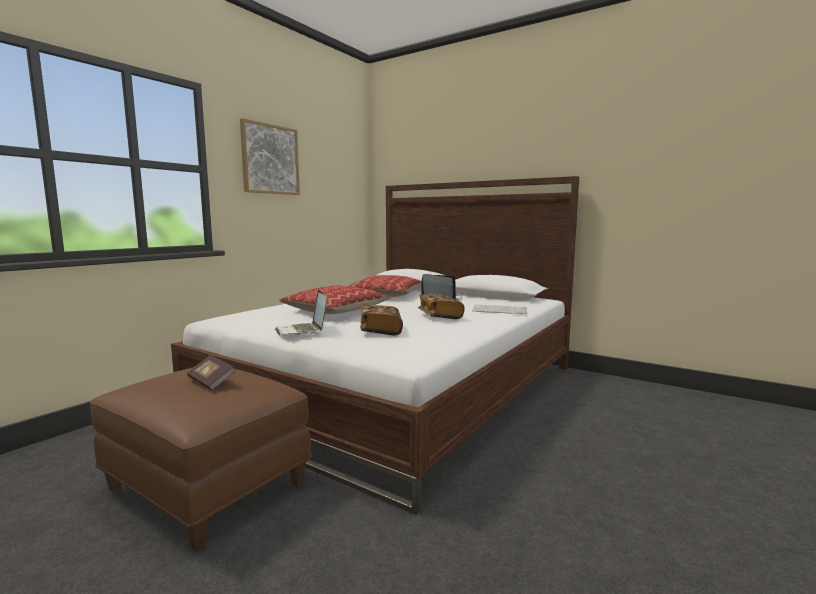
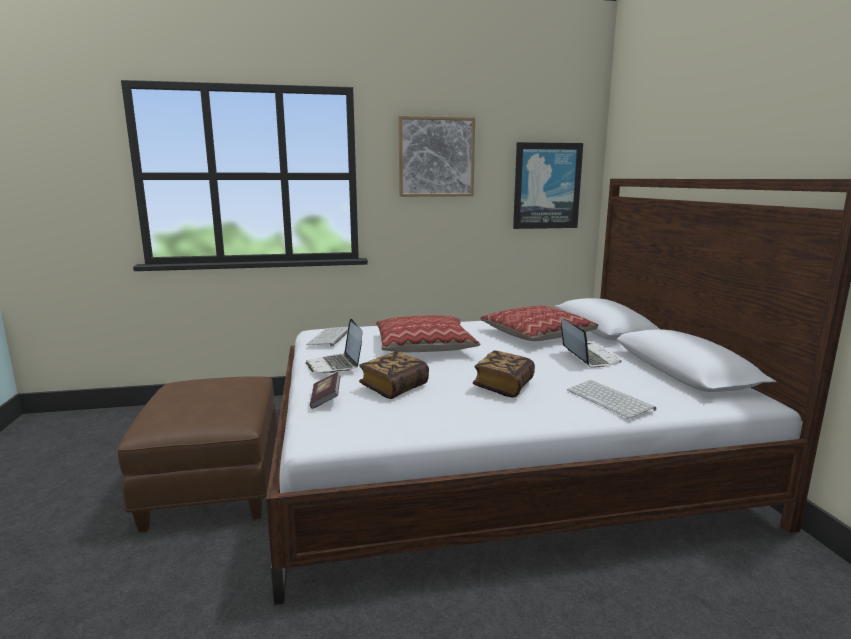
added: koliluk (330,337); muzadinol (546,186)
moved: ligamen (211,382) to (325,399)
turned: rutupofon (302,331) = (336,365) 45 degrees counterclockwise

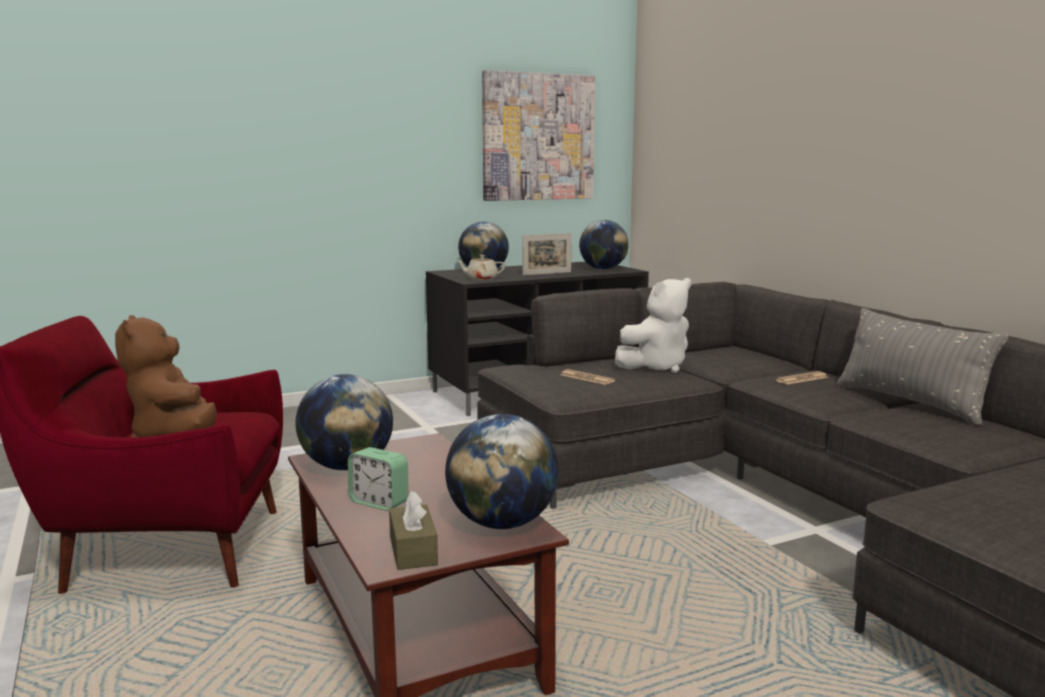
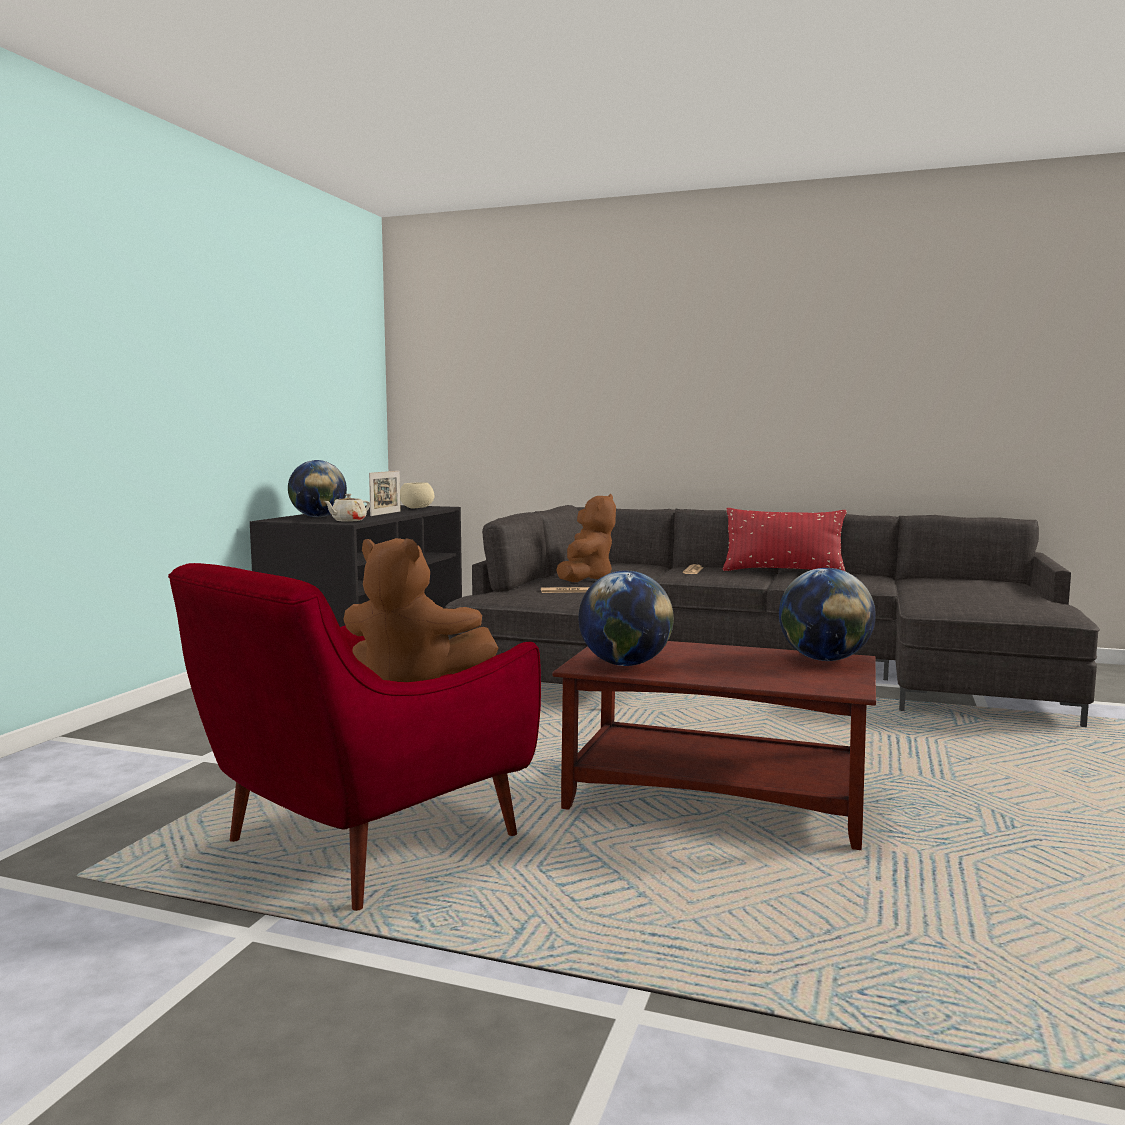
removed: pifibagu (379,502); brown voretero (413,550); muzadinol (538,137)
replaced: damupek (603,269) to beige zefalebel (416,508)
recoloured: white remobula (656,367) to brown remobula (585,579); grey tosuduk (910,403) to red tosuduk (783,571)

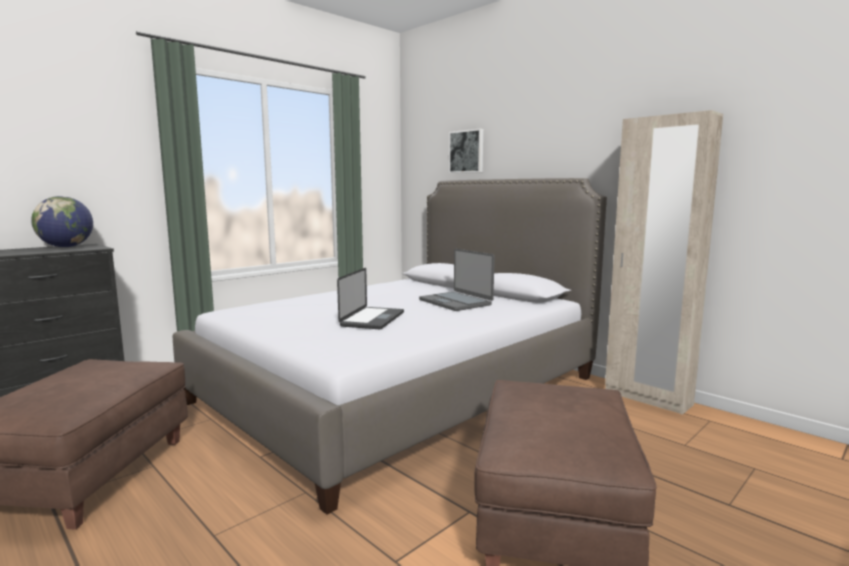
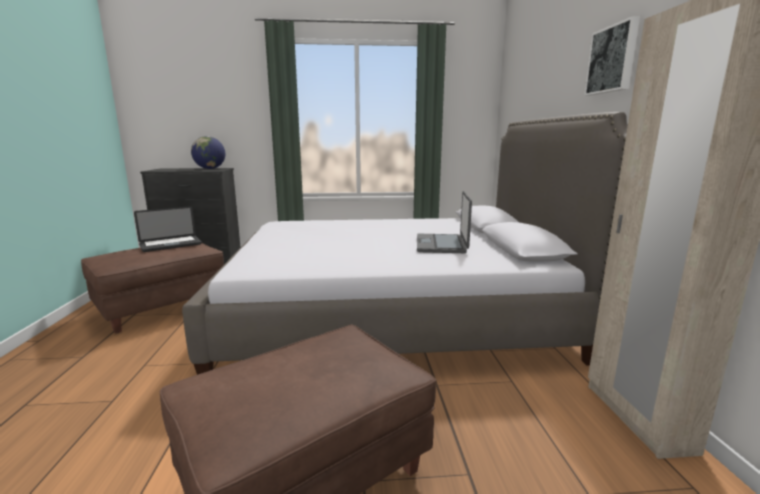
moved: rutupofon (373,319) to (171,244); muzadinol (467,151) to (613,59)

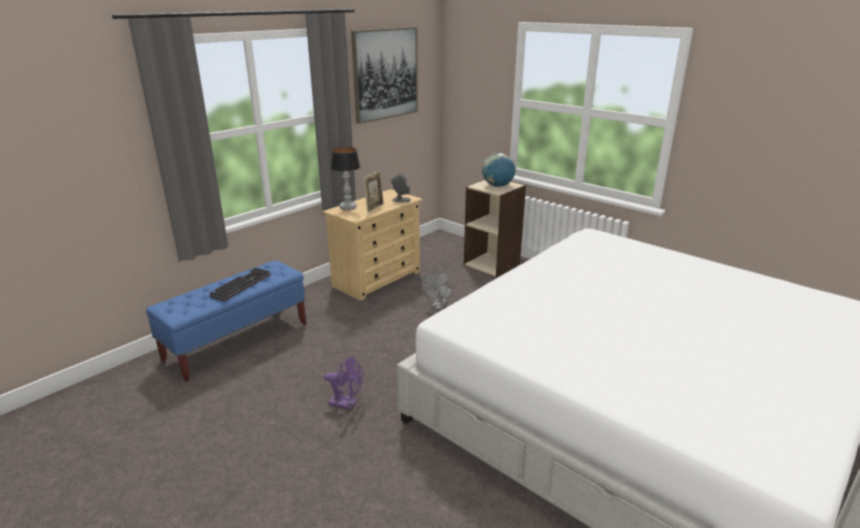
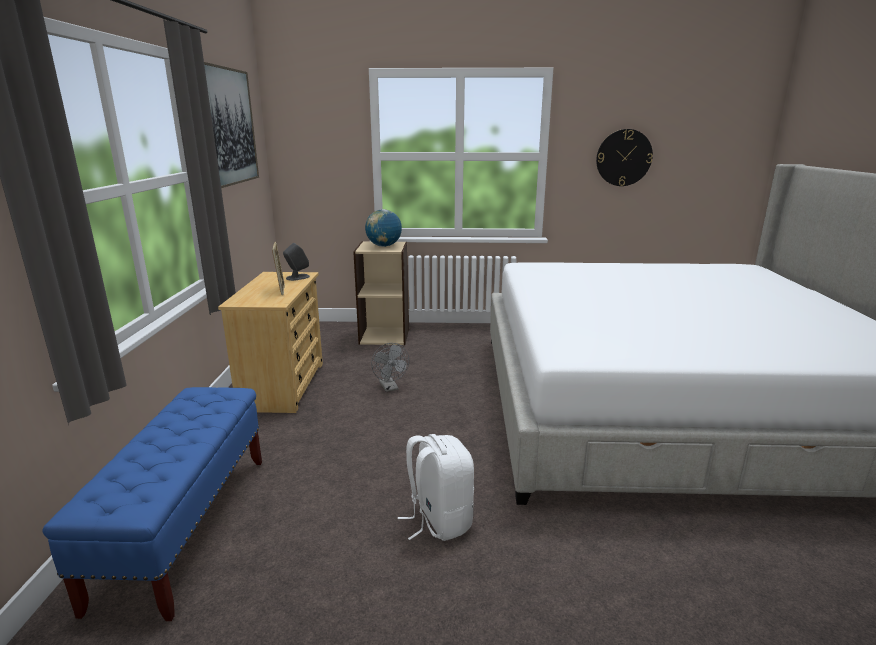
removed: koliluk (241,285); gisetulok (348,207)
added: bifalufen (623,157)
replaced: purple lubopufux (347,404) to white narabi (438,520)

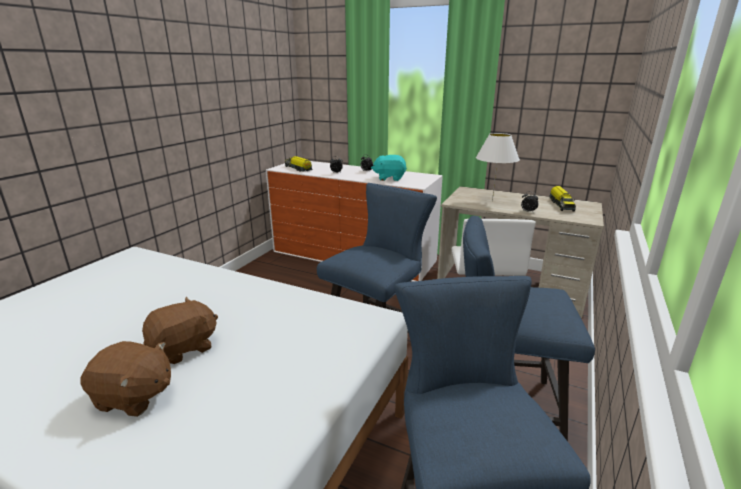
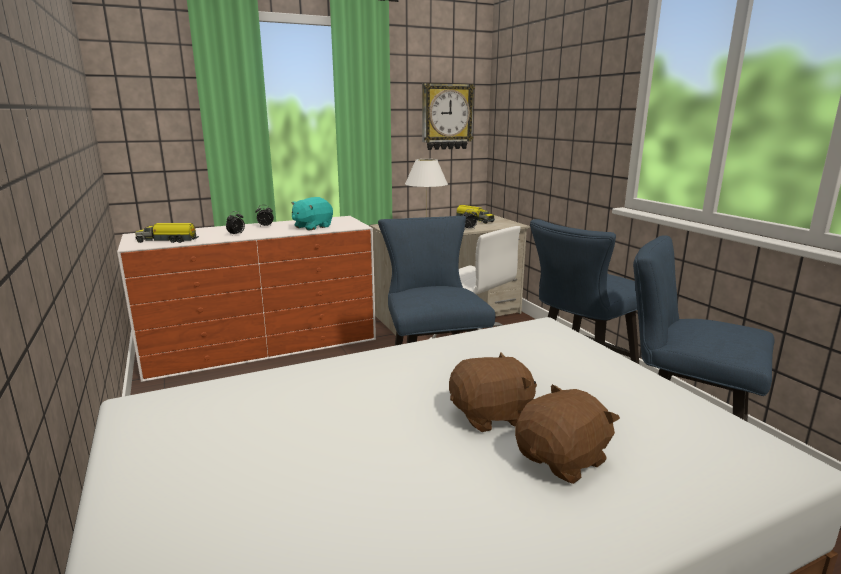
added: bifalufen (446,117)
turned: brown remobula (184,348) = (491,416) 75 degrees clockwise

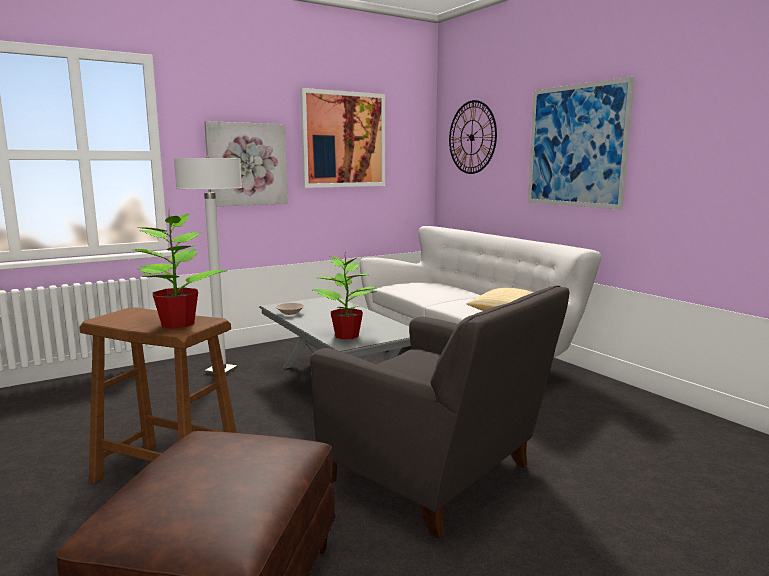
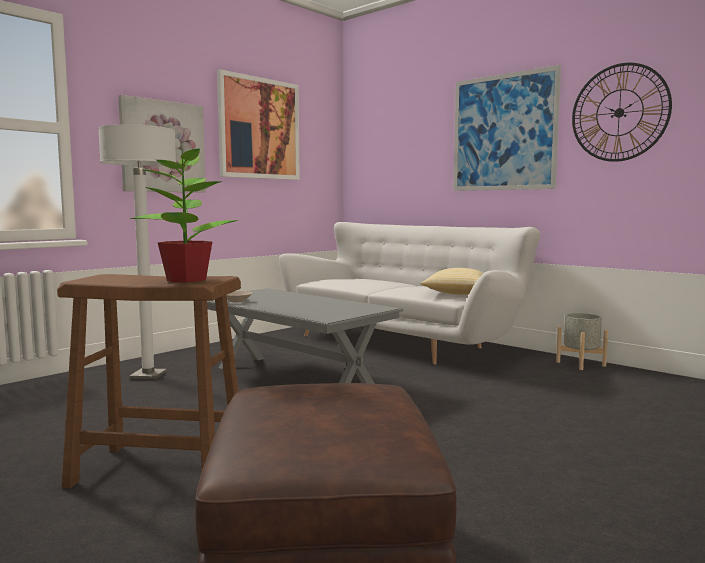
removed: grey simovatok (439,476); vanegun (347,336)
added: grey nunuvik (580,364)
moved: bifalufen (472,137) to (619,112)

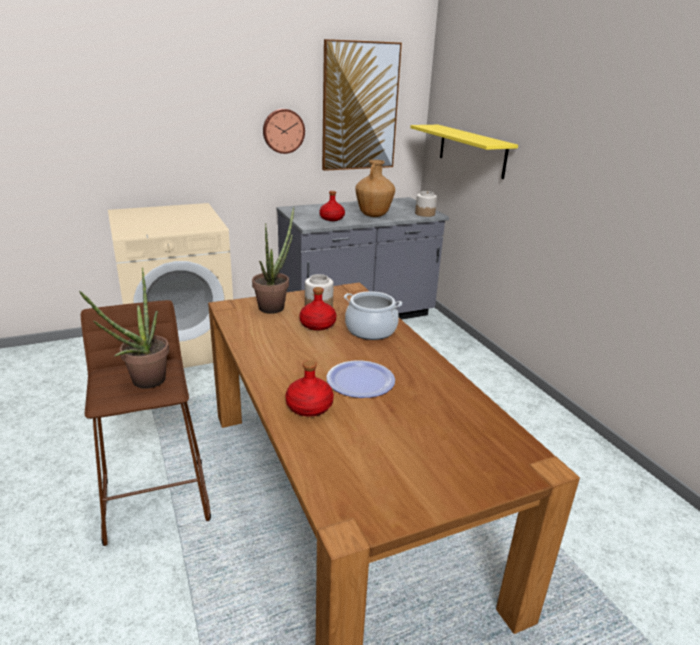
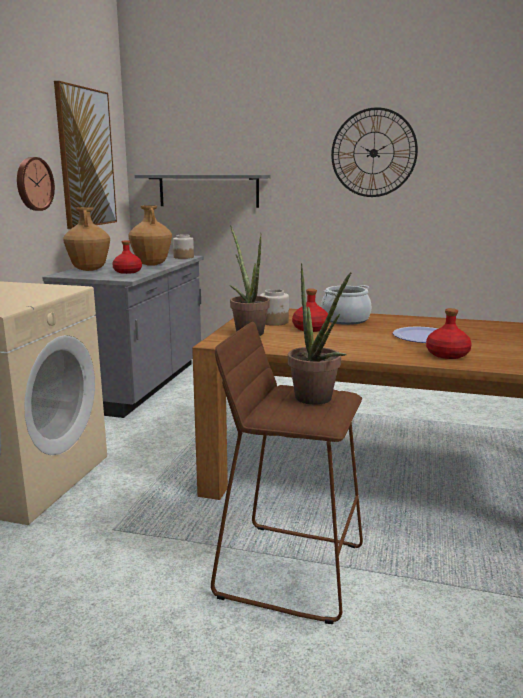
added: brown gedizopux (89,269); bifalufen (373,153)
recoloured: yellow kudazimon (472,150) to grey kudazimon (208,190)

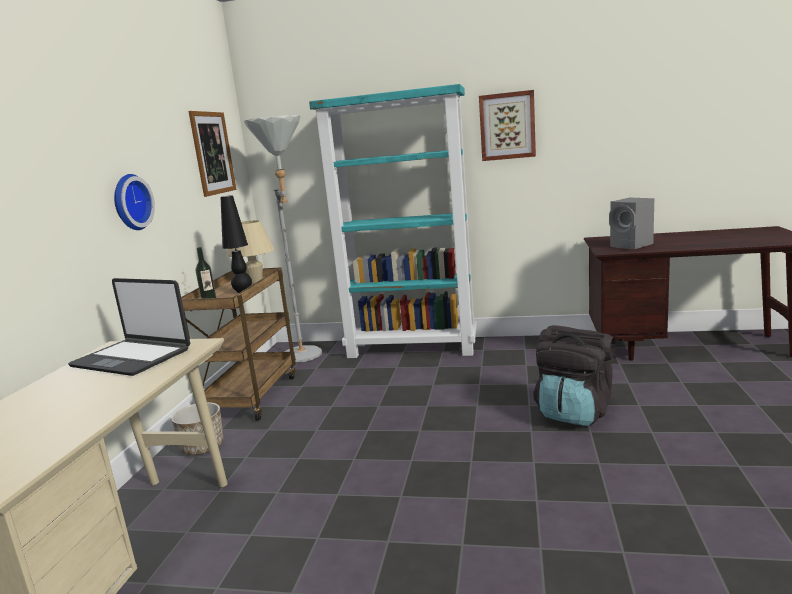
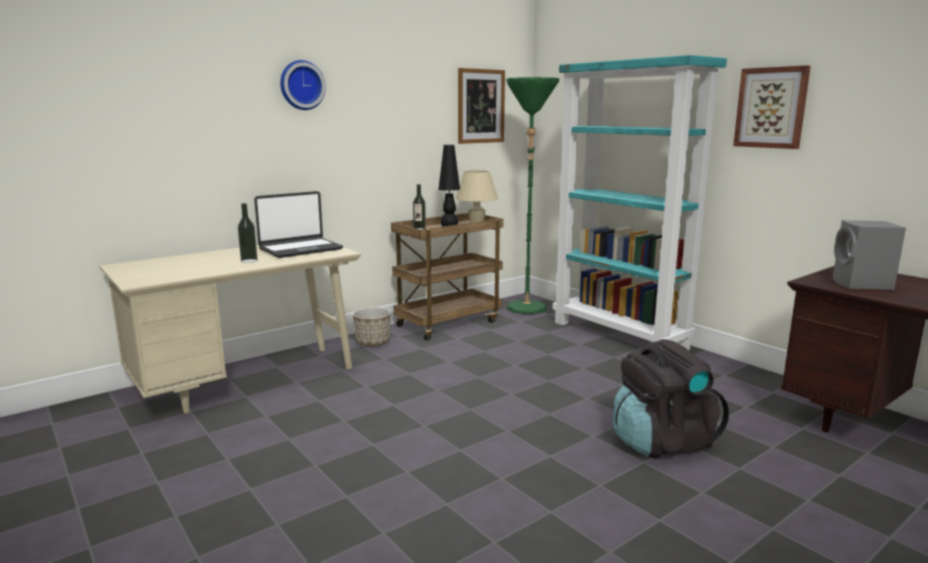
added: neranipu (249,261)
moved: bifalufen (130,202) to (301,85)
recoloured: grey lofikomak (305,358) to green lofikomak (526,311)
turned: rutupofon (132,358) = (300,249) 105 degrees counterclockwise

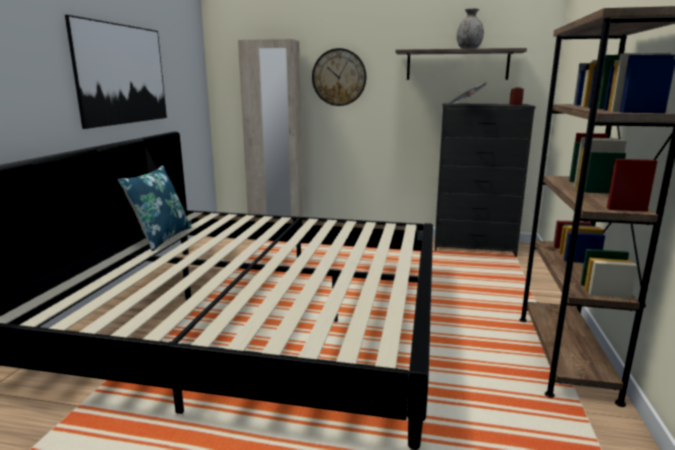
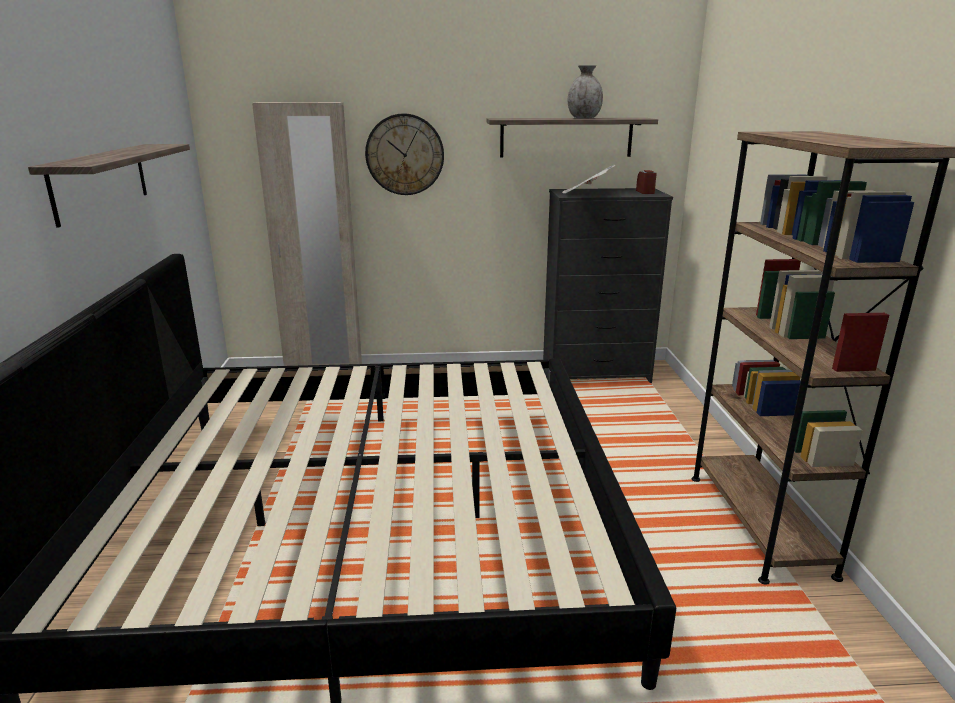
removed: blue tosuduk (161,238)
replaced: muzadinol (122,74) to kudazimon (101,181)

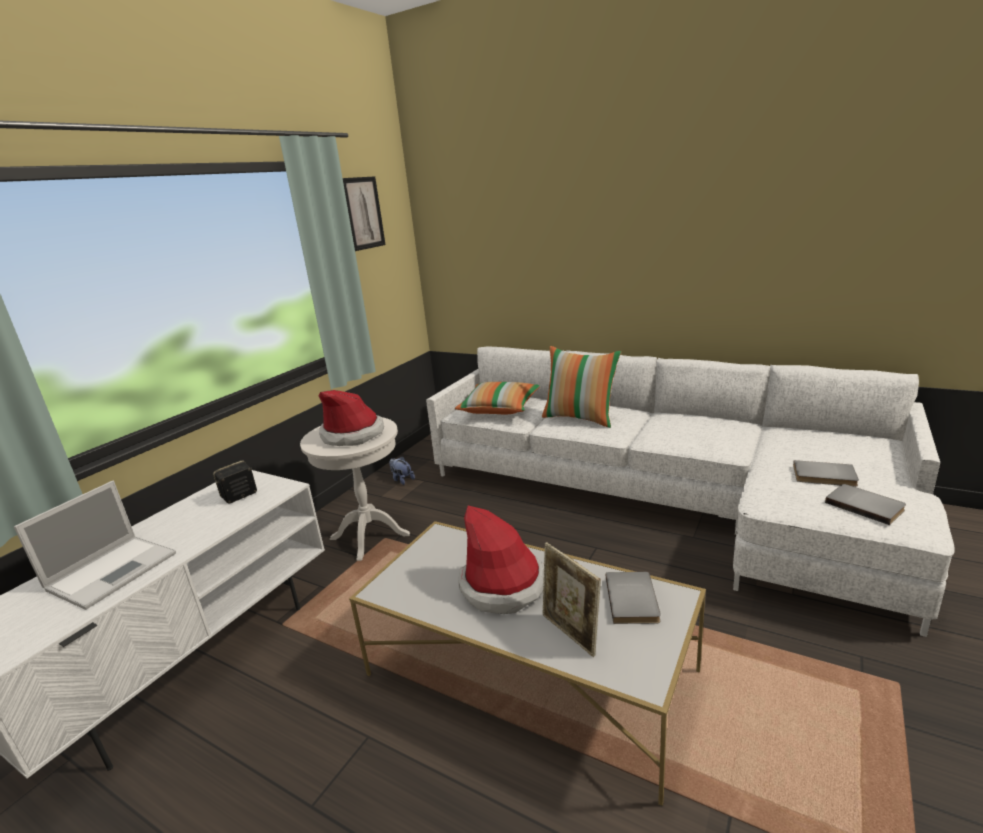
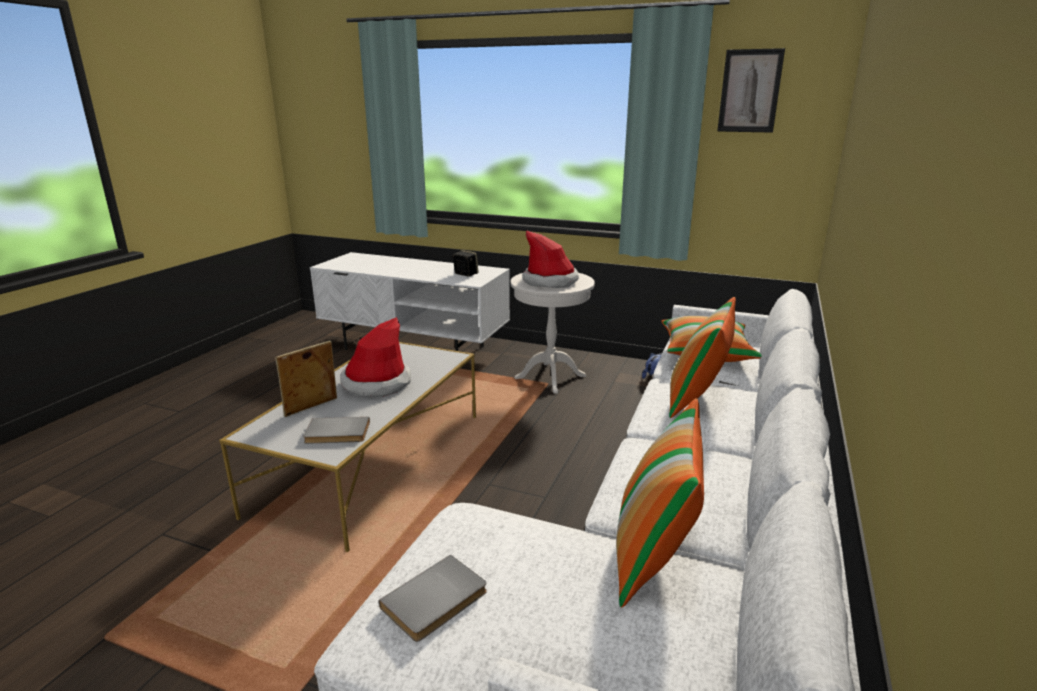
removed: rutupofon (114,570); grey ligamen (824,476)
added: tosuduk (654,556)

